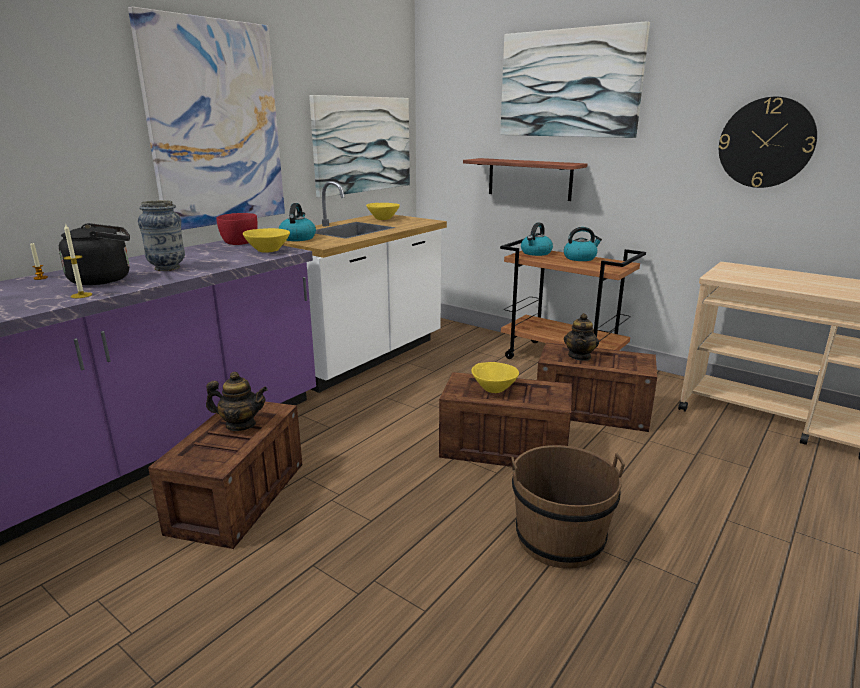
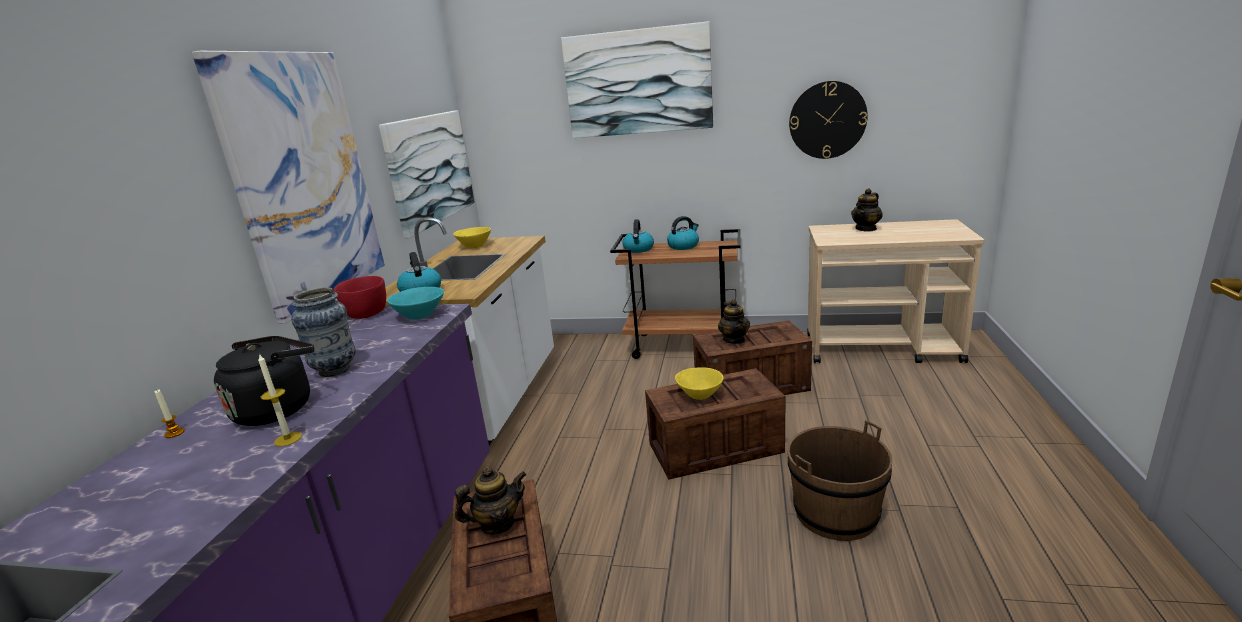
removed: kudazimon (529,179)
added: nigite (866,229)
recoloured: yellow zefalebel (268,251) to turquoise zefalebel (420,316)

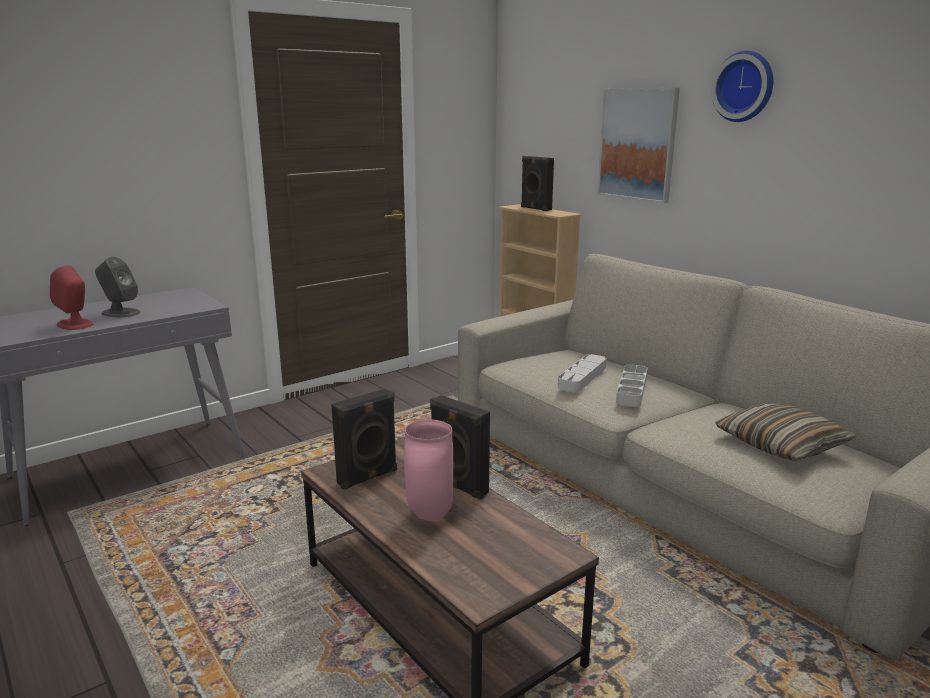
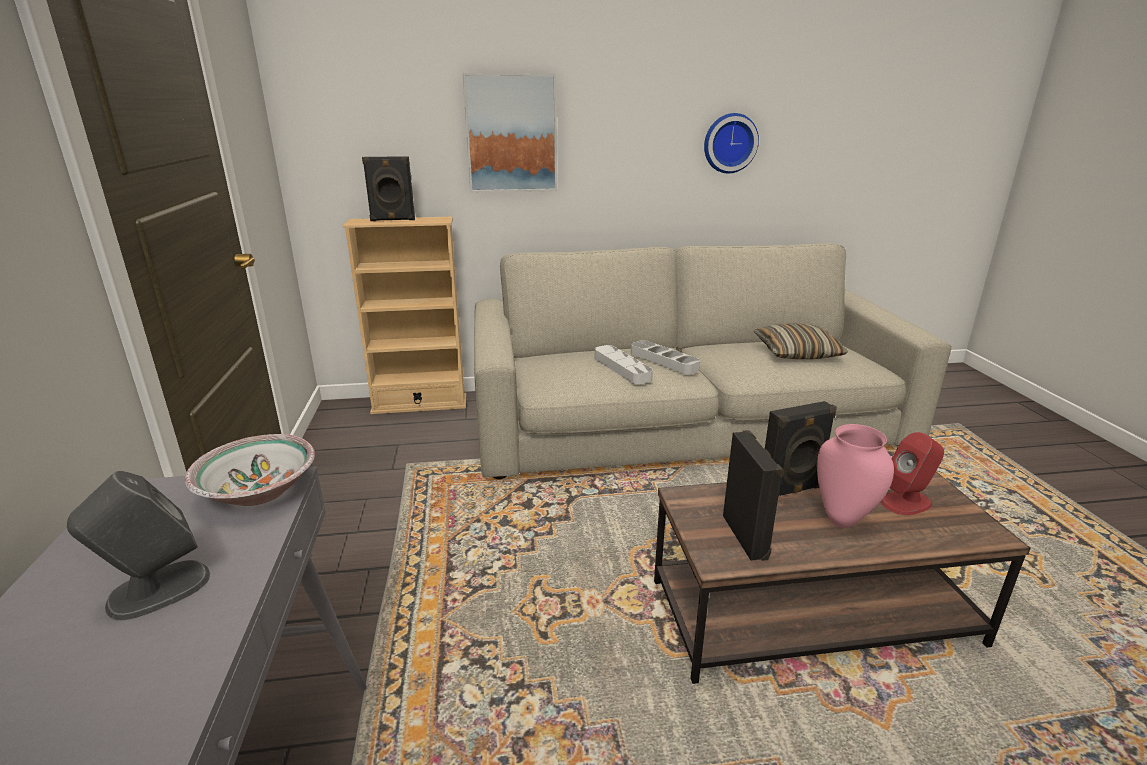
added: zefalebel (259,490)
moved: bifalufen (745,87) to (729,143); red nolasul (75,324) to (906,502)

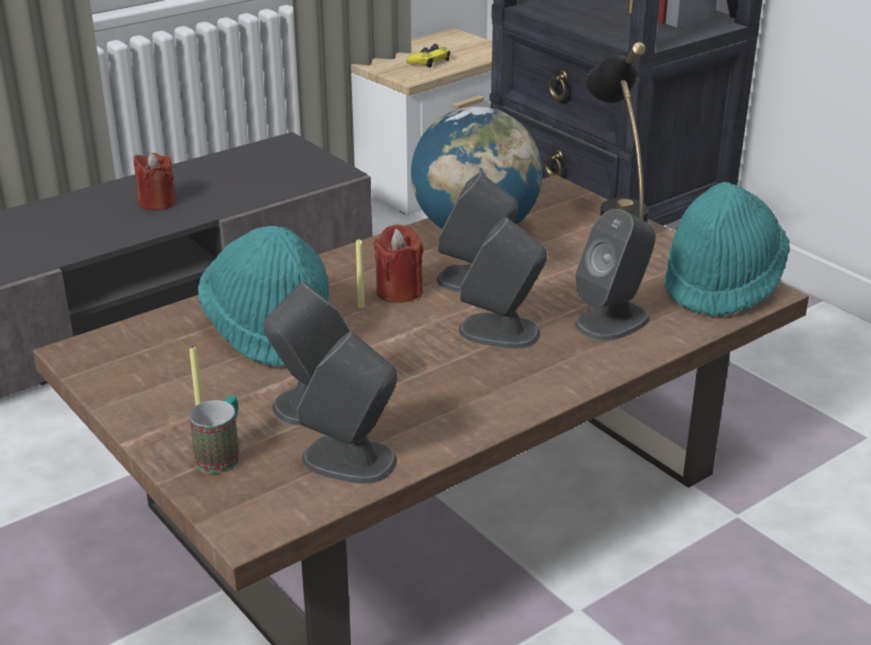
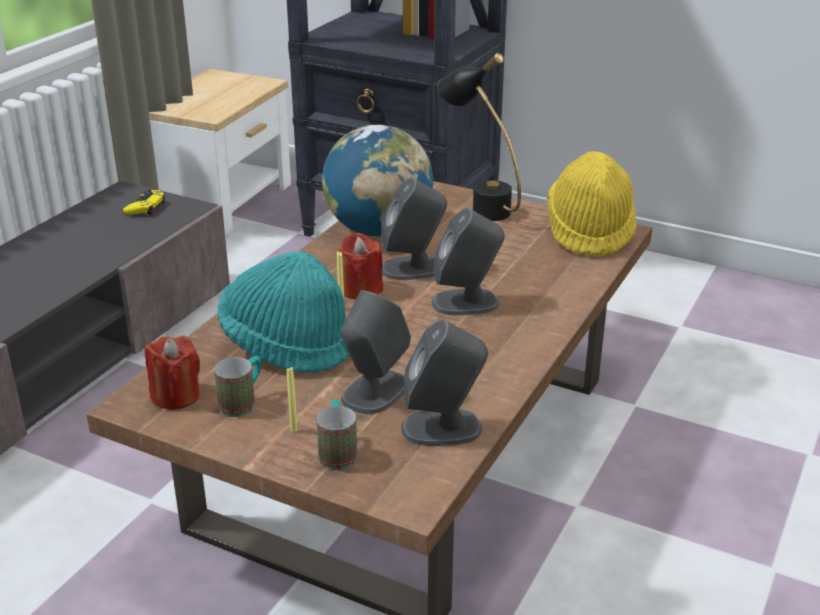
removed: grey nolasul (613,321)
added: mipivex (243,402)
moved: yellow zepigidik (429,61) to (145,207); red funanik (157,203) to (176,396)
recoloured: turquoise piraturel (721,284) to yellow piraturel (589,232)

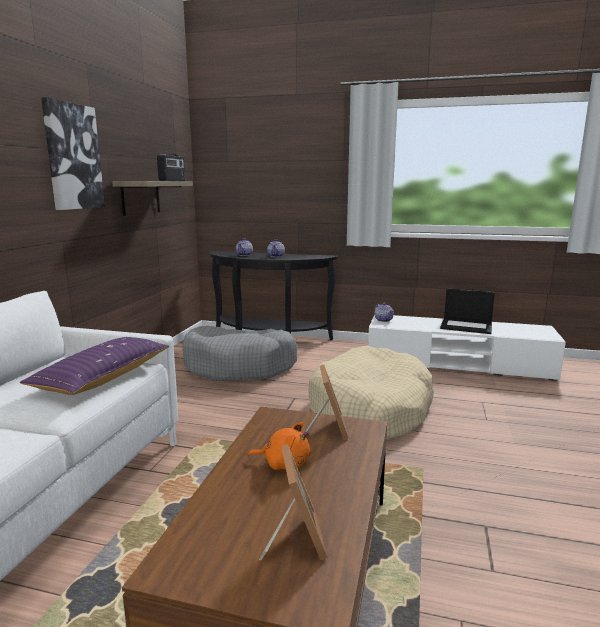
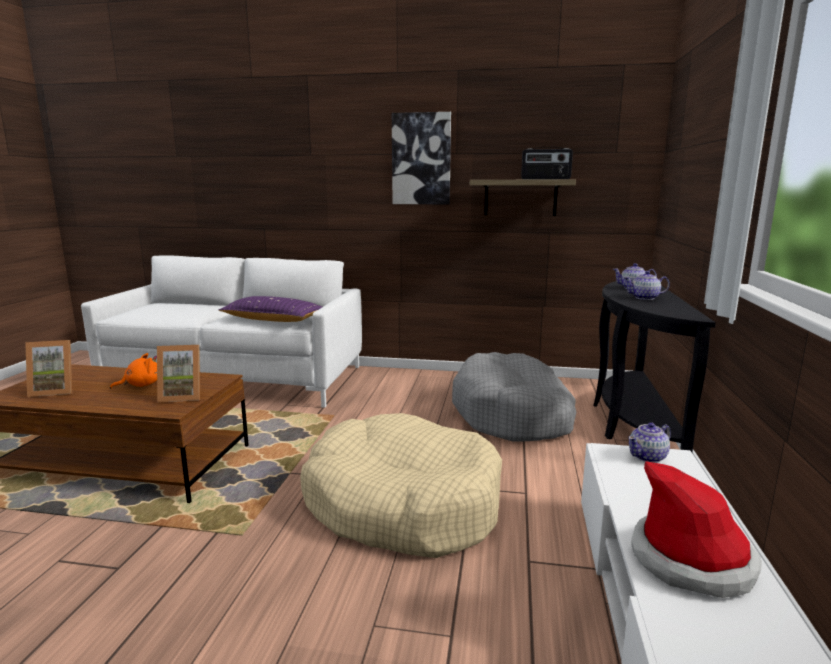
replaced: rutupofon (467,326) to piraturel (692,560)
turned: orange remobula (284,463) = (141,385) 135 degrees counterclockwise

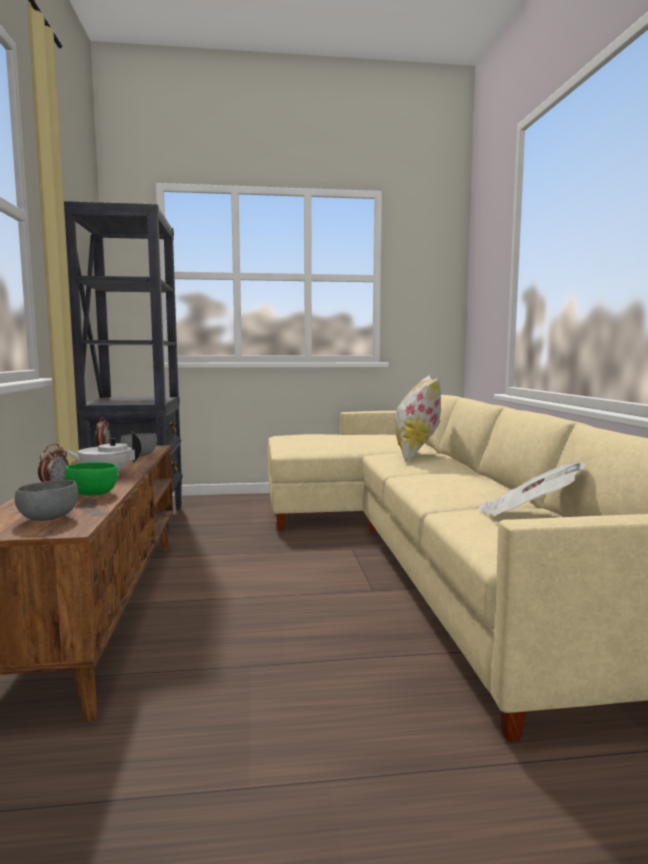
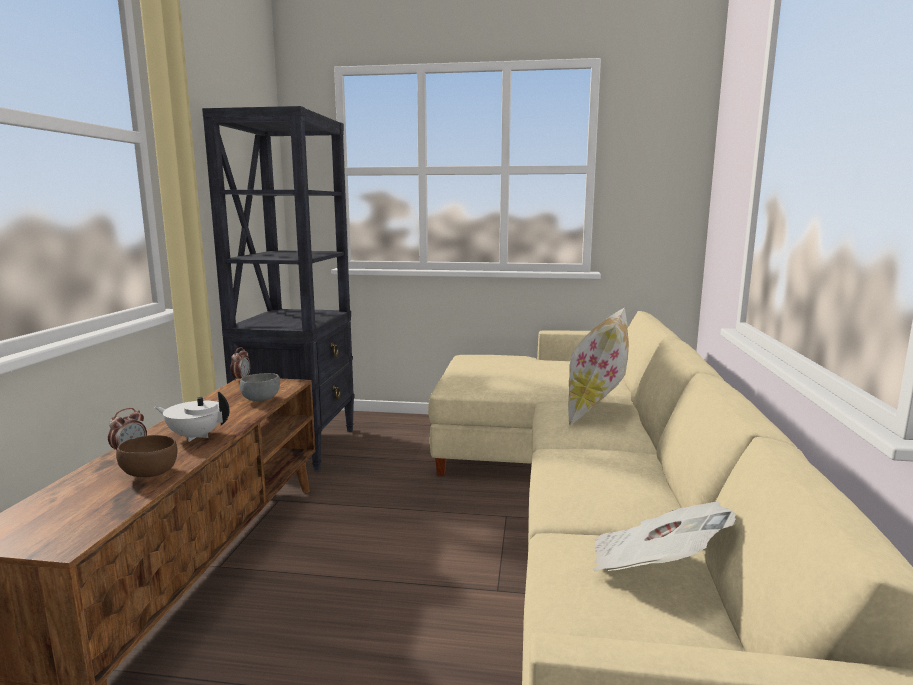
removed: grey zefalebel (48,519)
recoloured: green zefalebel (93,494) to brown zefalebel (150,474)

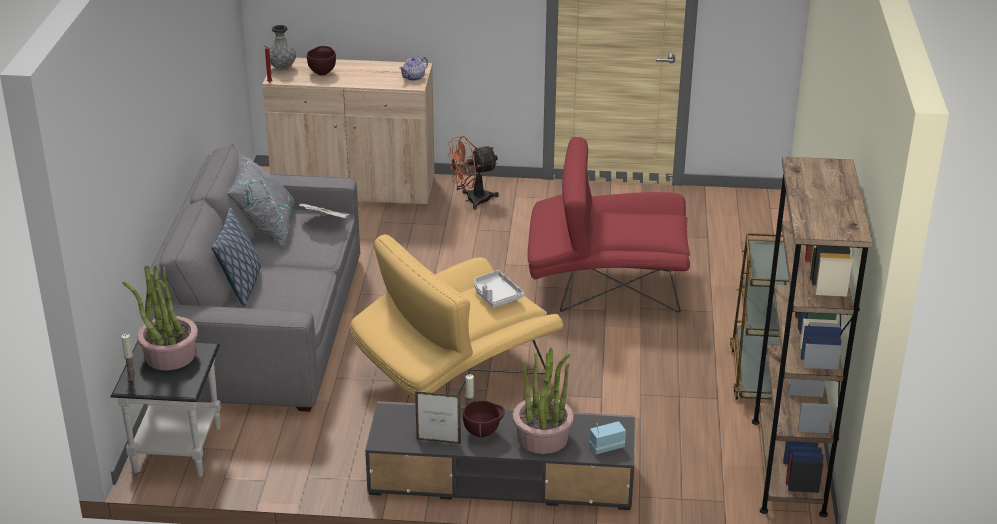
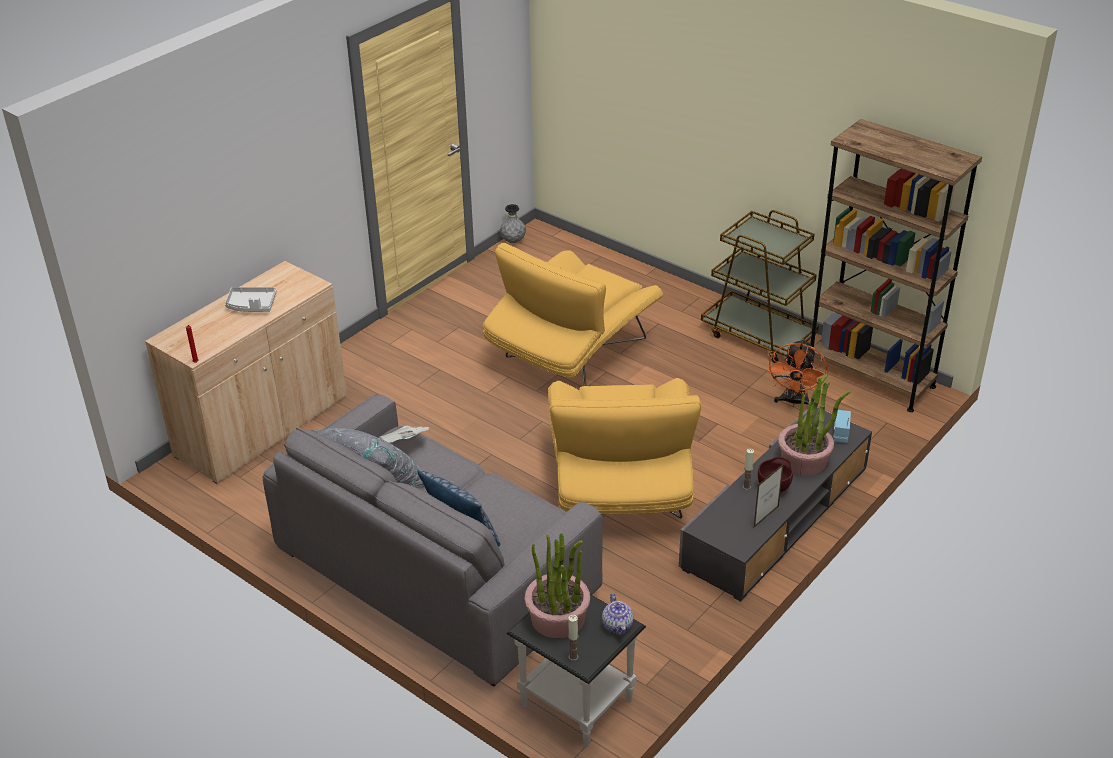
removed: brown zefalebel (322,72)
moved: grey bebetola (496,295) to (251,305); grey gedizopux (282,68) to (513,241); nigite (414,77) to (618,625); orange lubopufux (472,200) to (794,402)
recoloured: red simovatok (606,284) to yellow simovatok (571,355)

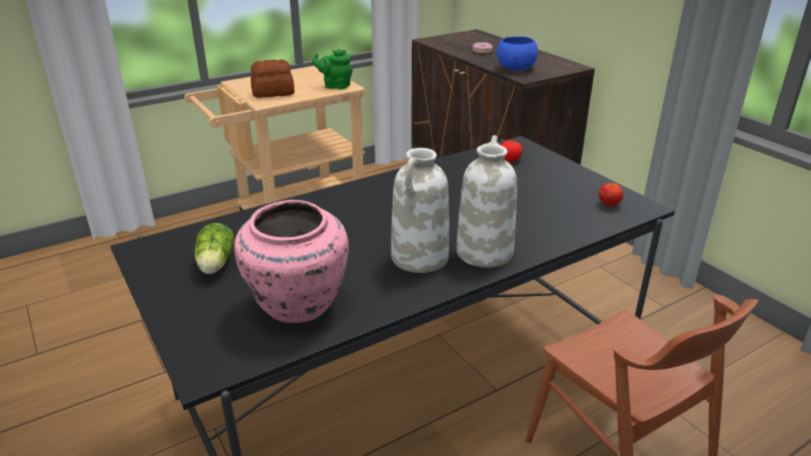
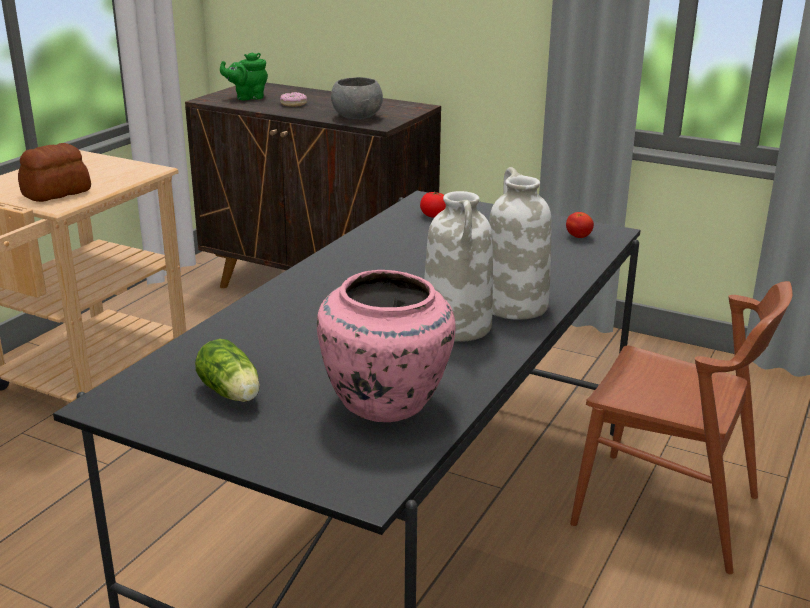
moved: green nigite (335,86) to (247,97)
recoloured: blue zefalebel (516,68) to grey zefalebel (357,117)

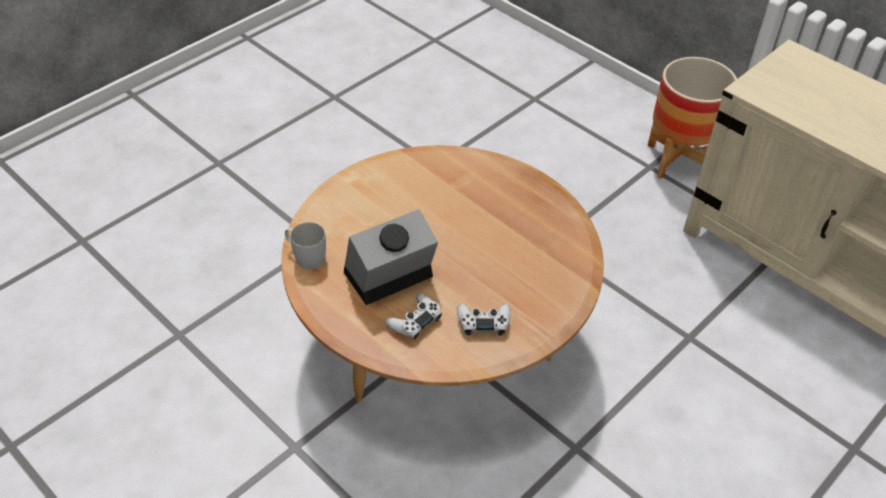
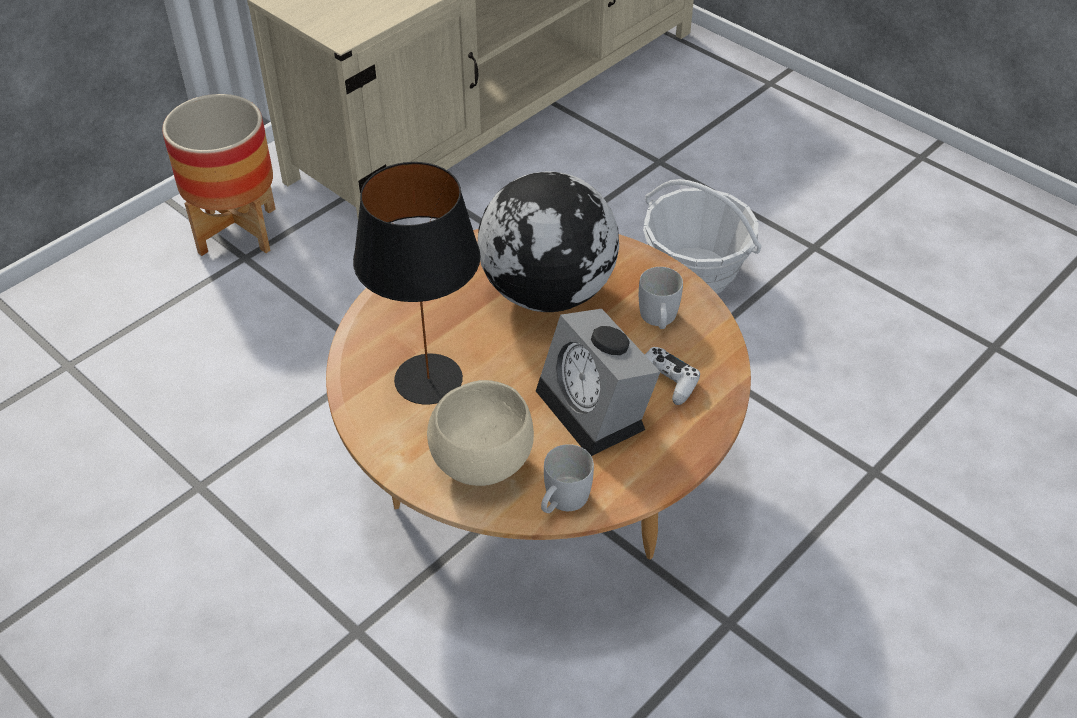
added: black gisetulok (427,380); beige zefalebel (480,462); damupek (548,293); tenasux (695,272)
replaced: white zepigidik (483,322) to white mipivex (658,320)

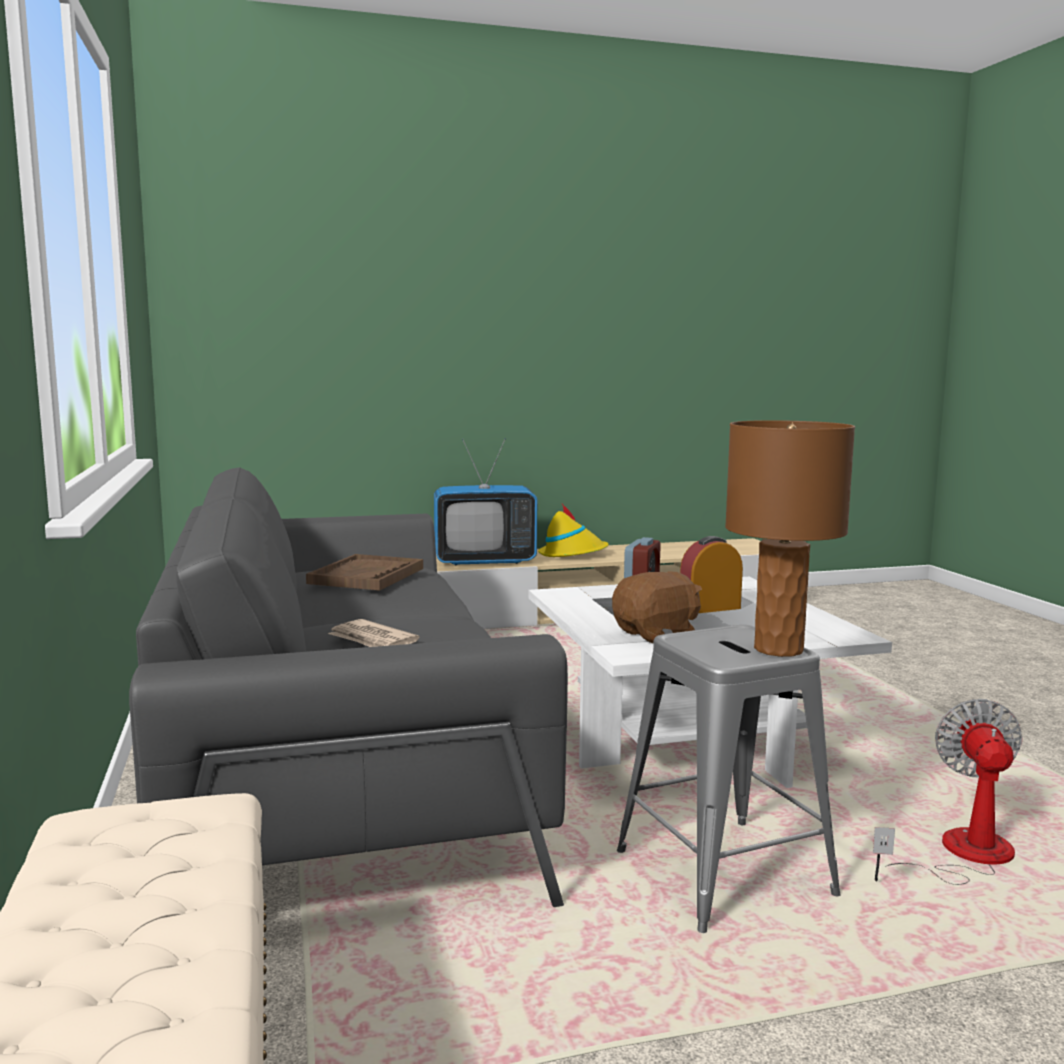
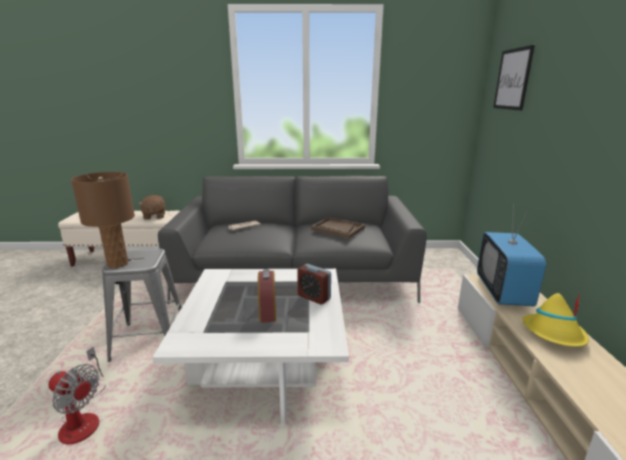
added: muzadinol (512,79)
moved: brown remobula (657,634) to (154,216)

